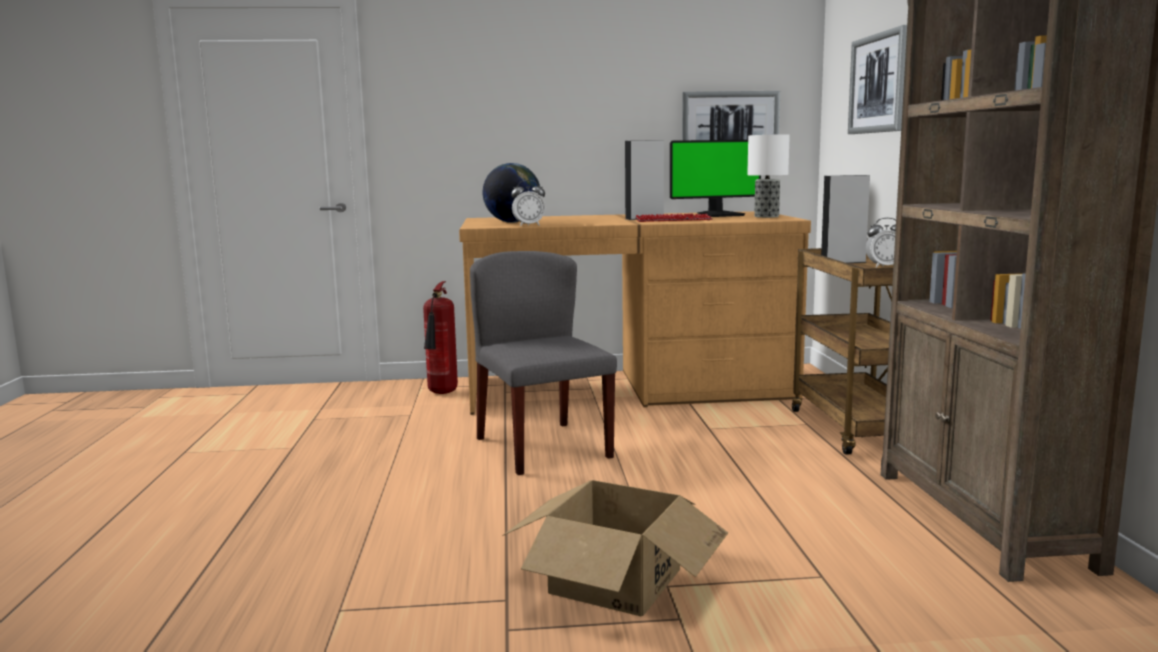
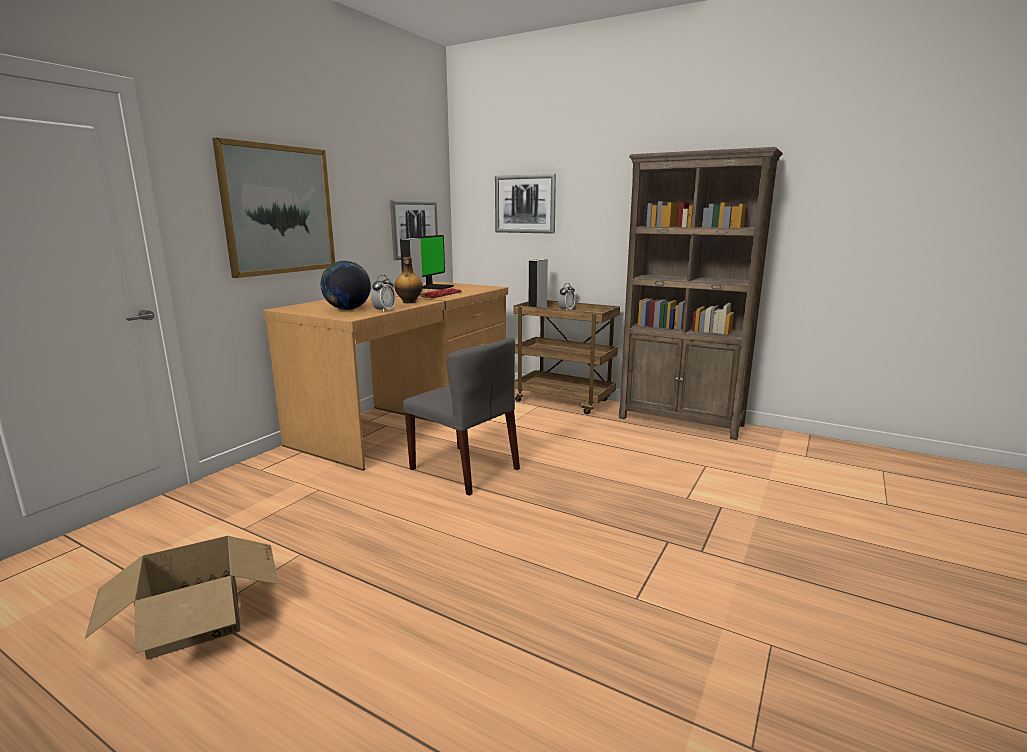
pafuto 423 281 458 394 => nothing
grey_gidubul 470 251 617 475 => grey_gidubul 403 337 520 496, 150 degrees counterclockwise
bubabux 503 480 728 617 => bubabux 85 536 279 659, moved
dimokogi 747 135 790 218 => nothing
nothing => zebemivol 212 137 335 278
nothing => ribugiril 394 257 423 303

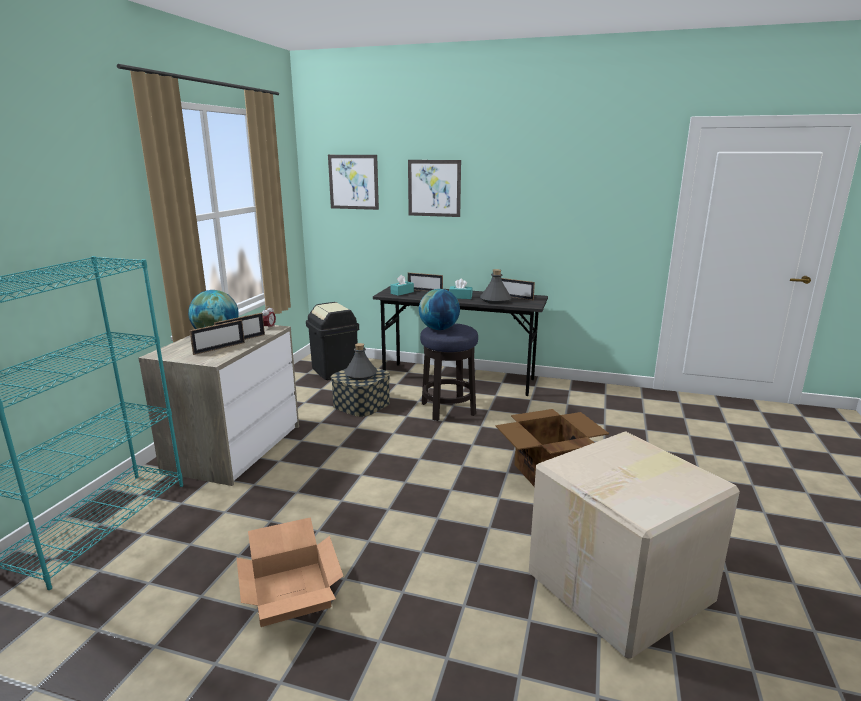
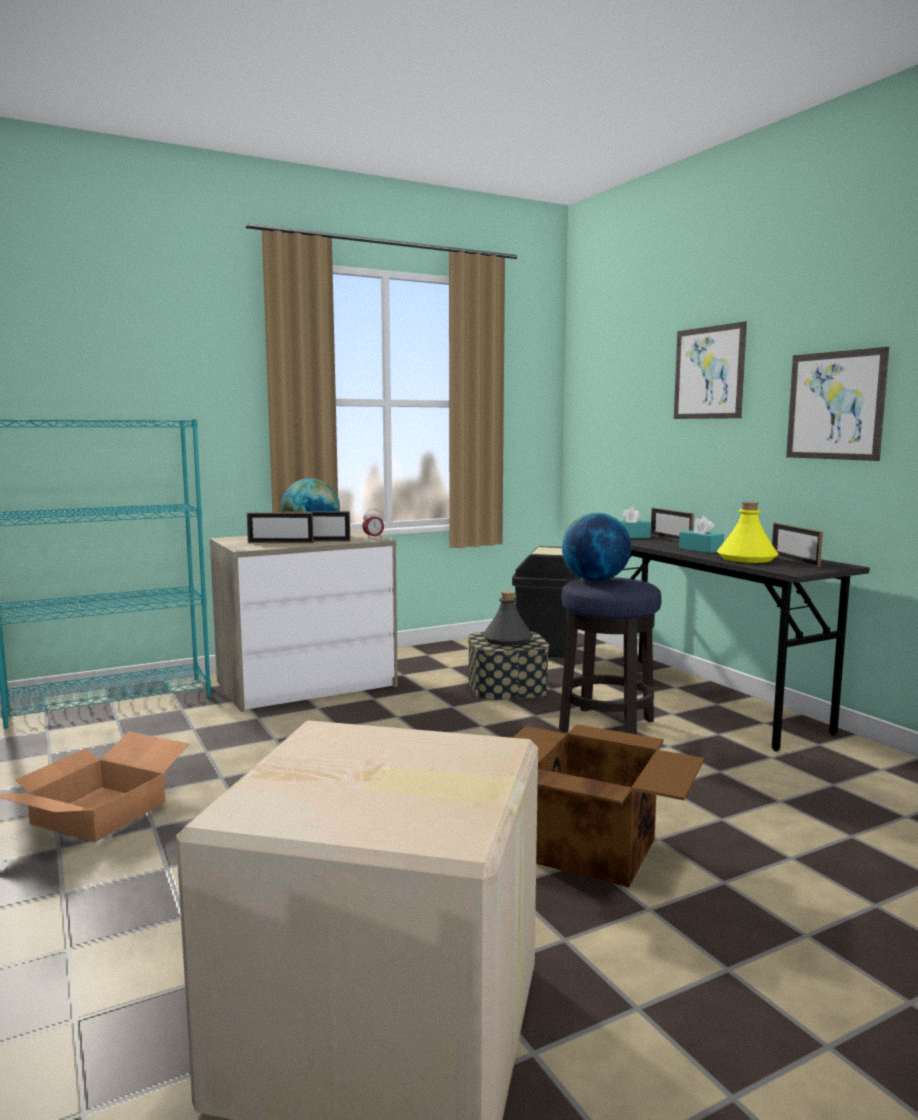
zebemivol 328 155 379 210 => zebemivol 786 347 889 461, moved
grey_ribugiril 480 269 512 304 => yellow_ribugiril 717 502 778 563

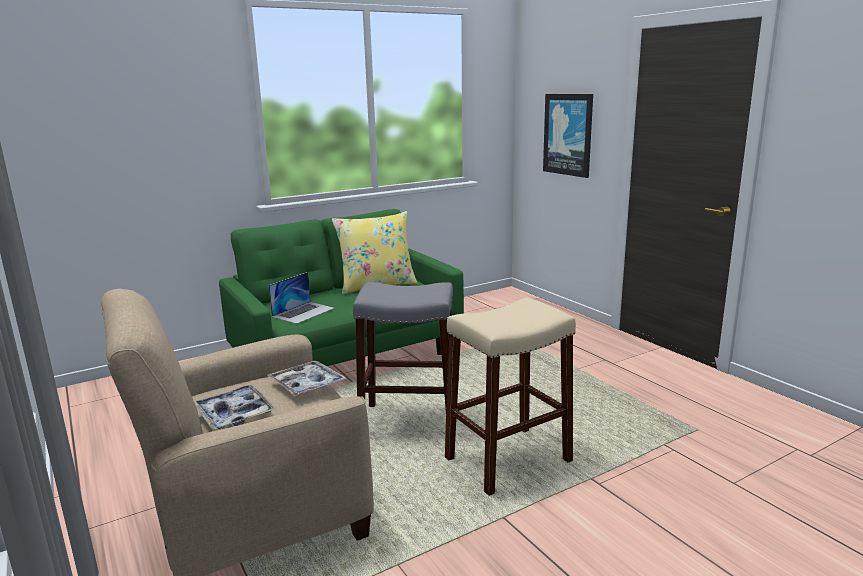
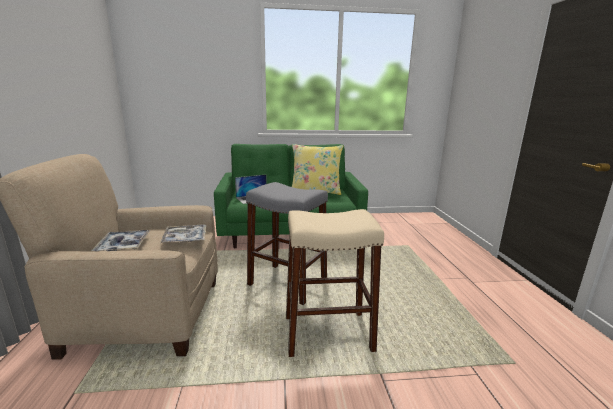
zebemivol 543 94 593 178 => nothing

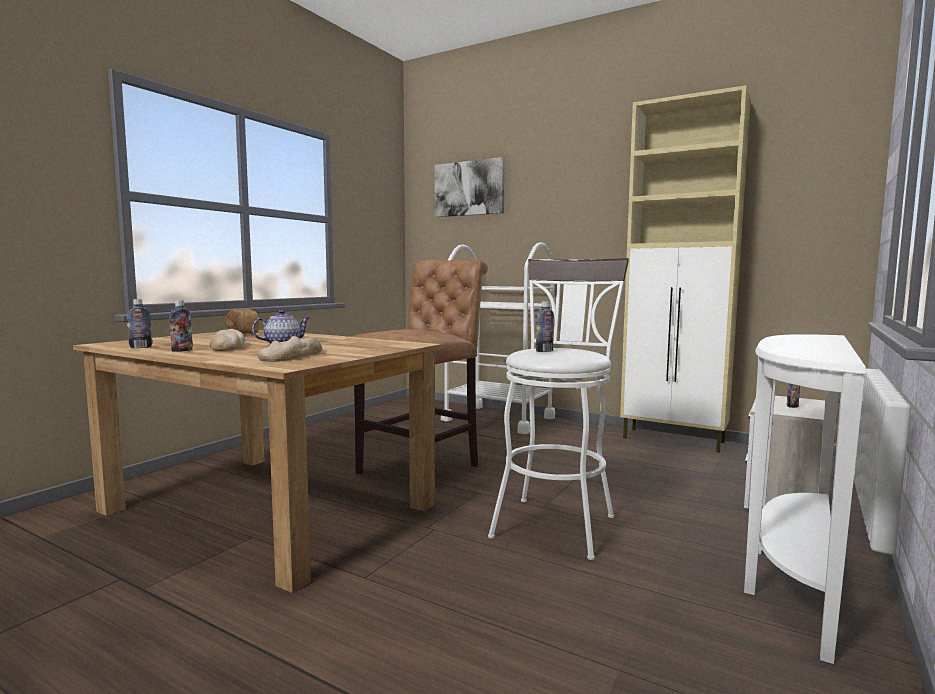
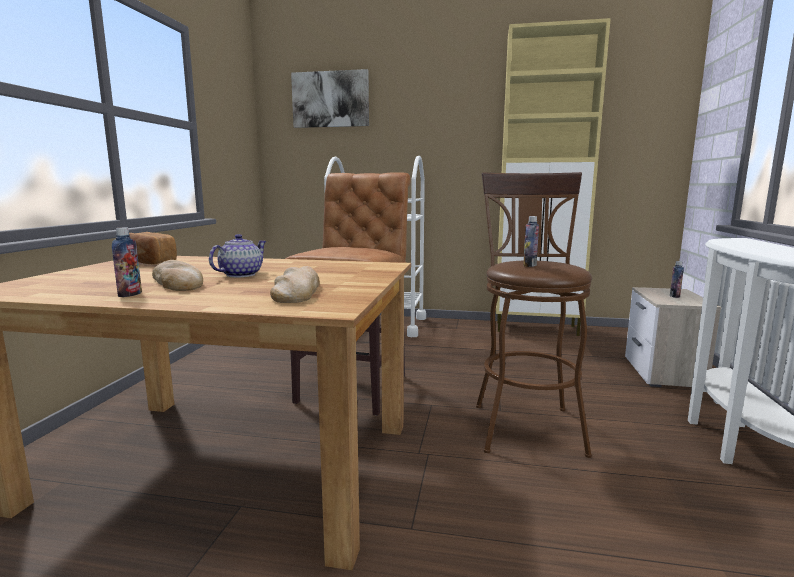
ribugiril 127 299 153 348 => nothing
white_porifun 488 258 629 560 => brown_porifun 476 172 592 458

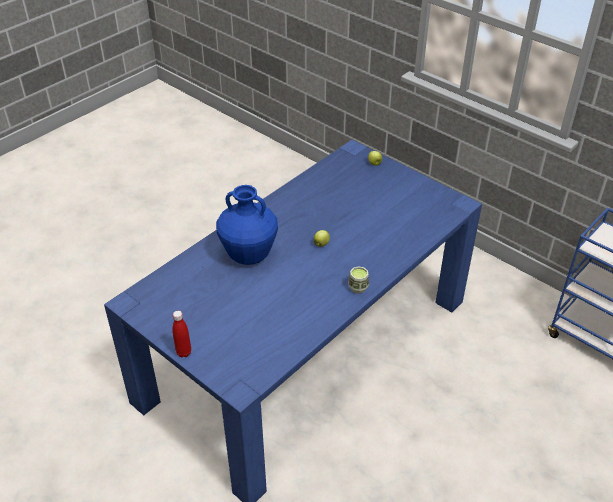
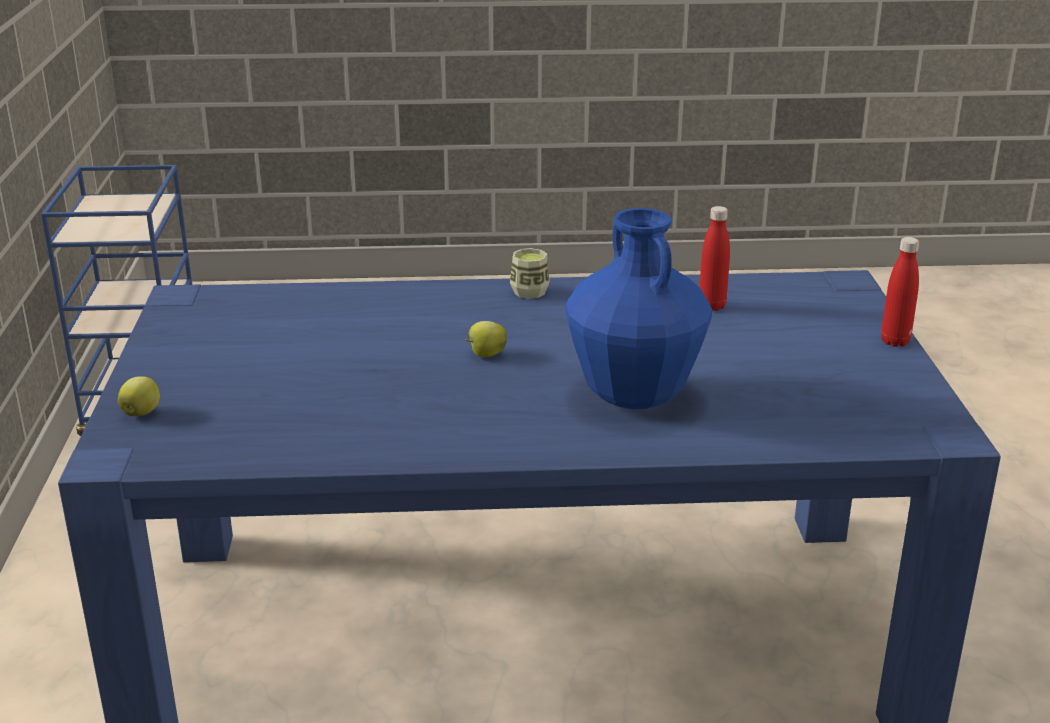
nothing => red_ribugiril 699 206 730 311

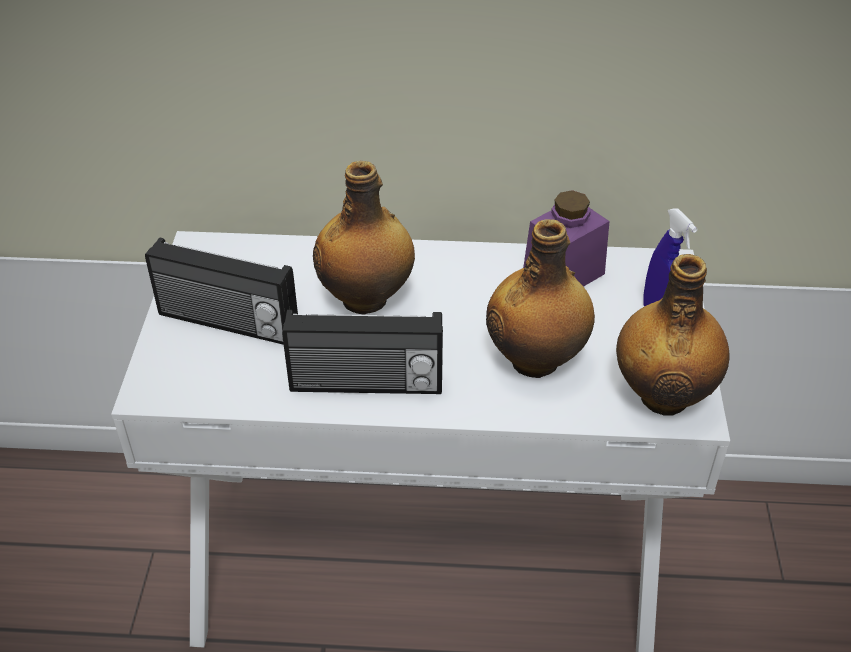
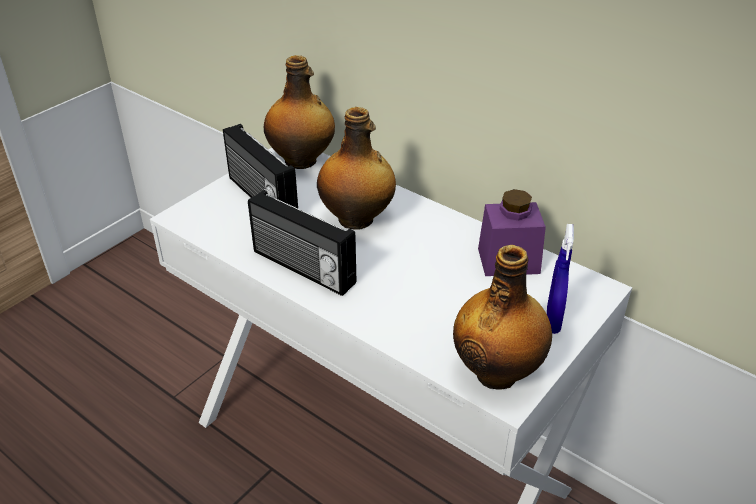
ribugiril 486 219 595 378 => ribugiril 264 55 335 169, moved

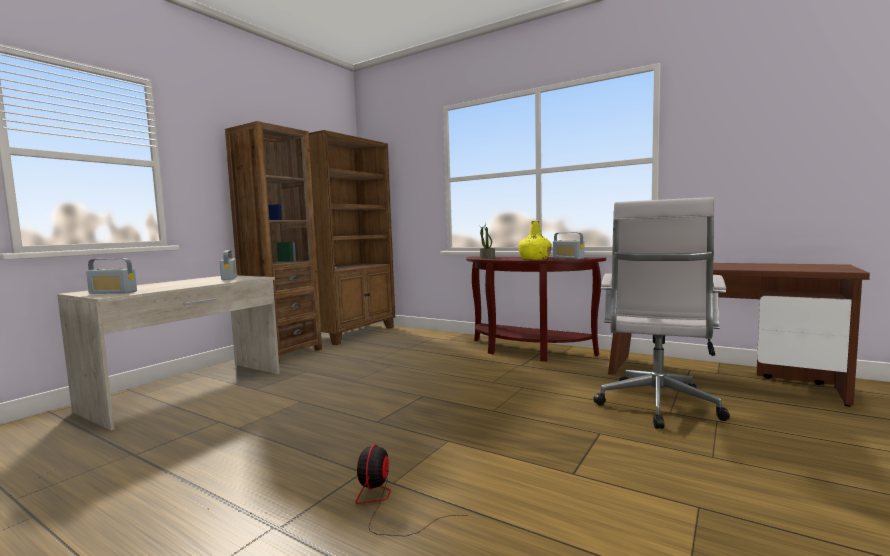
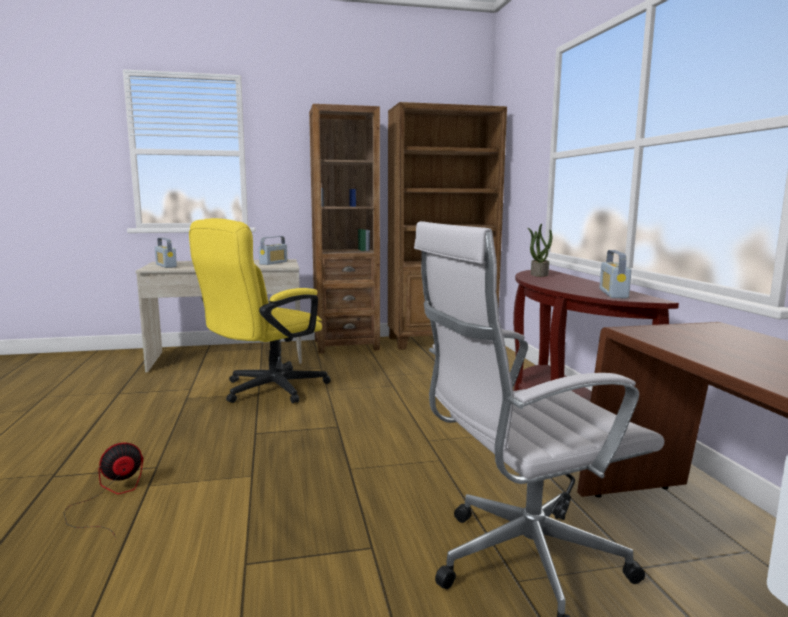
yellow_ribugiril 518 221 552 260 => nothing
nothing => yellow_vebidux 189 218 331 404

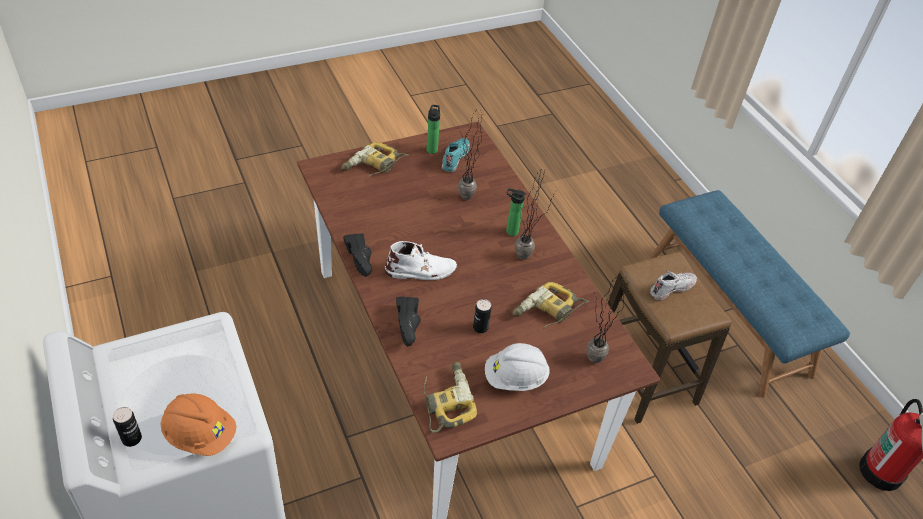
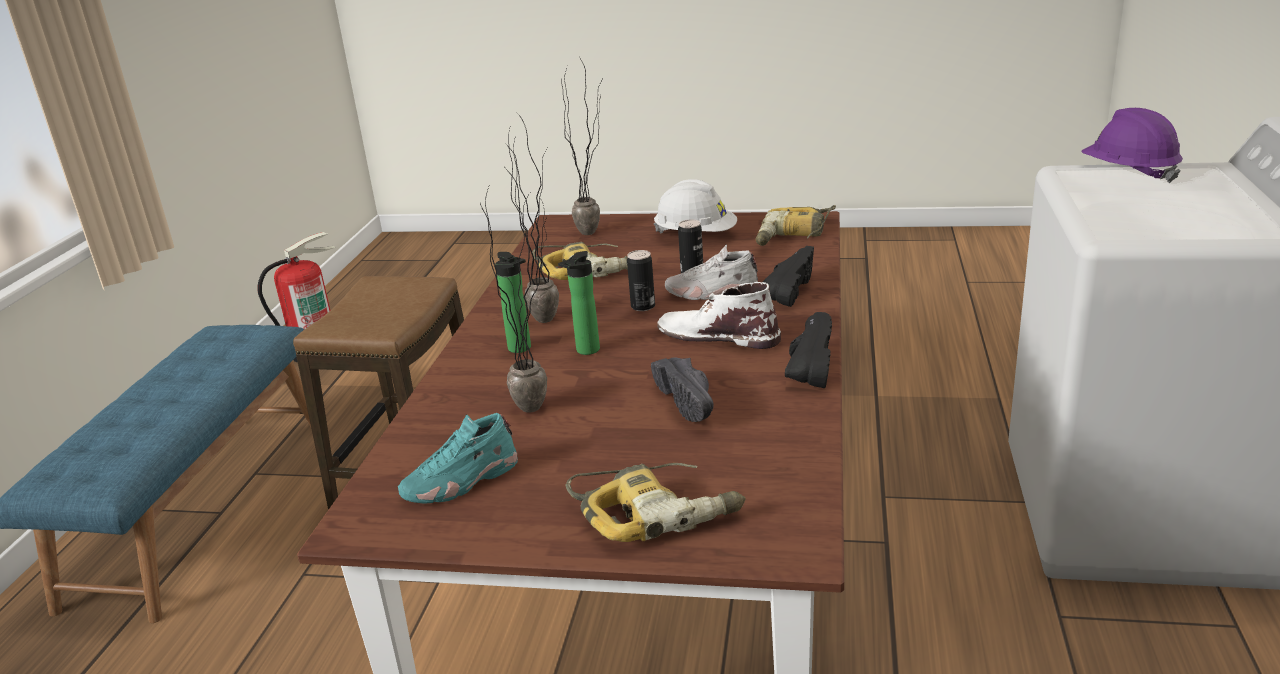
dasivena 113 407 142 447 => dasivena 627 250 655 311, moved
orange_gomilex 161 393 237 456 => purple_gomilex 1081 108 1183 183
ribugiril 426 105 440 154 => ribugiril 558 251 600 355, moved
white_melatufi 650 271 697 300 => white_melatufi 665 245 758 300, moved
nothing => black_melatufi 651 357 713 422

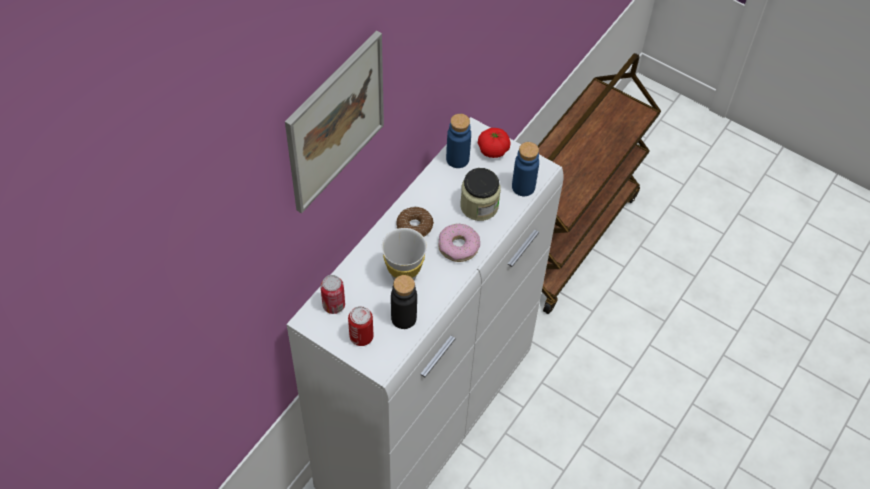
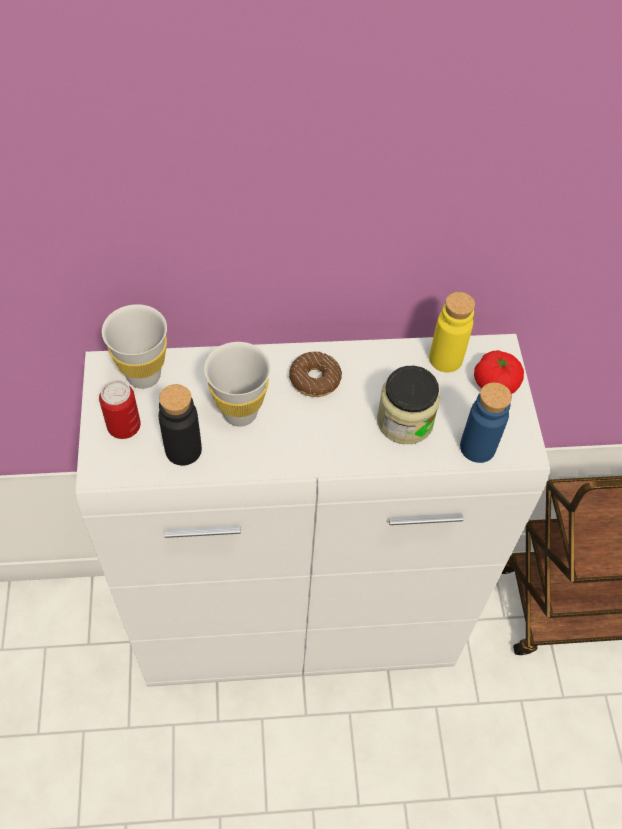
zebemivol 285 30 384 213 => nothing
dasivena 320 275 345 314 => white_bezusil 102 304 167 389
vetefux 438 224 480 262 => nothing
blue_ribugiril 446 114 471 168 => yellow_ribugiril 429 292 475 373

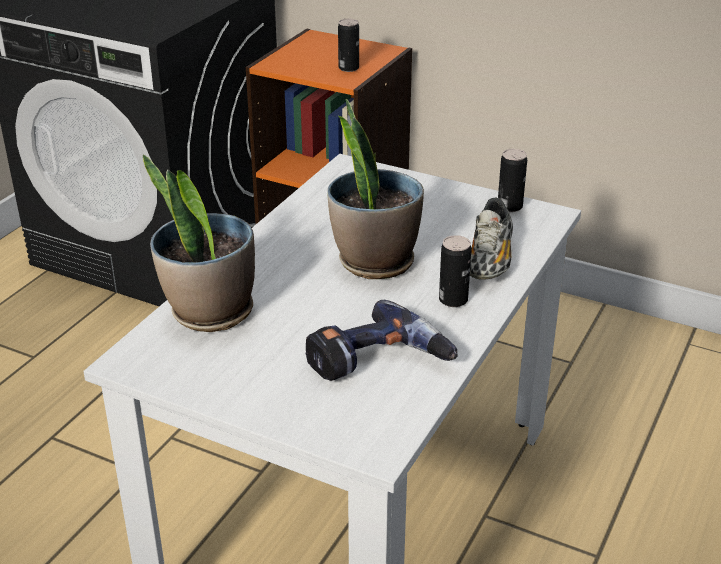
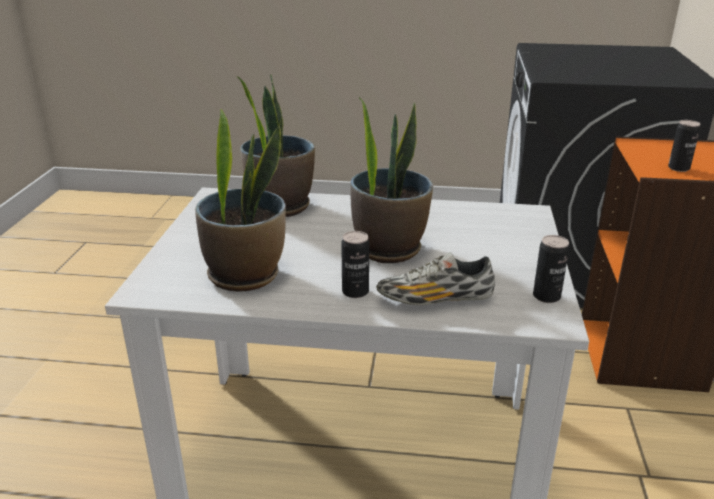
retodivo 306 300 458 381 => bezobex 195 109 286 292

